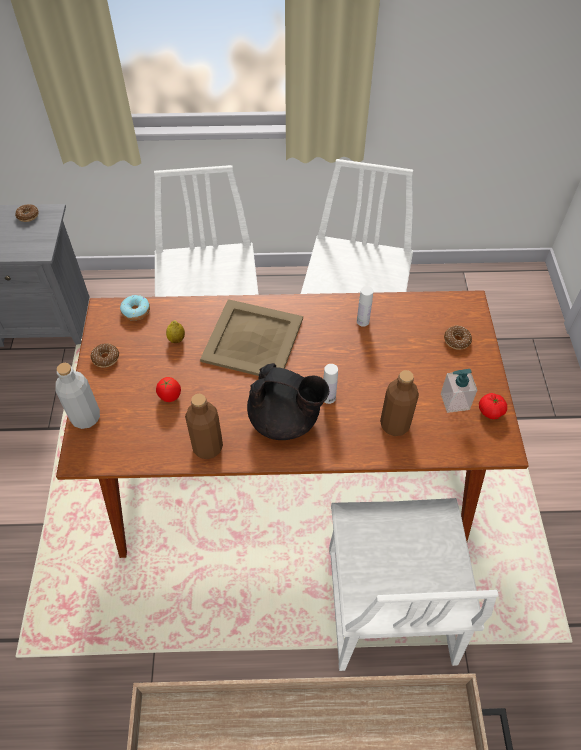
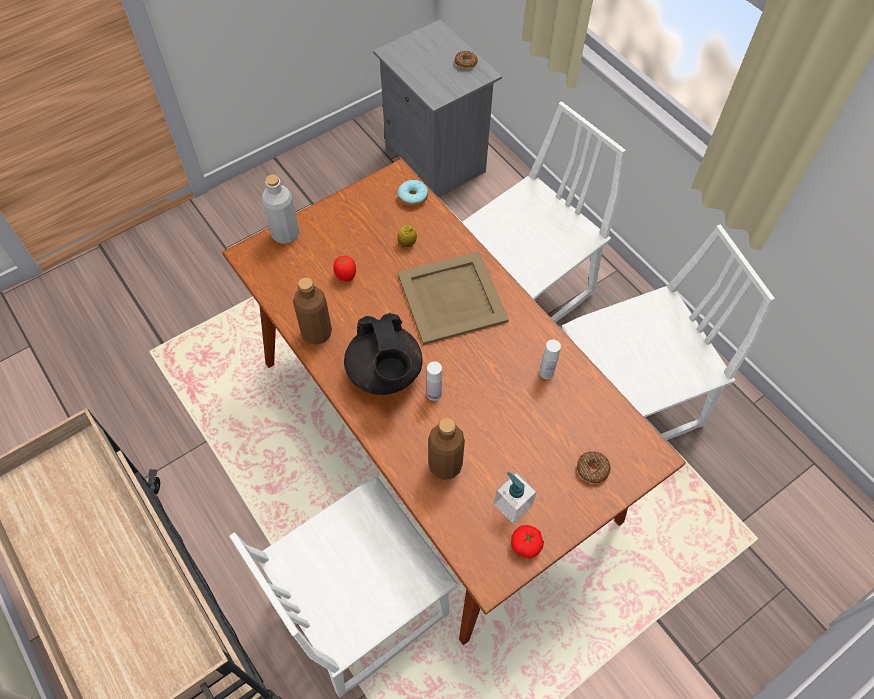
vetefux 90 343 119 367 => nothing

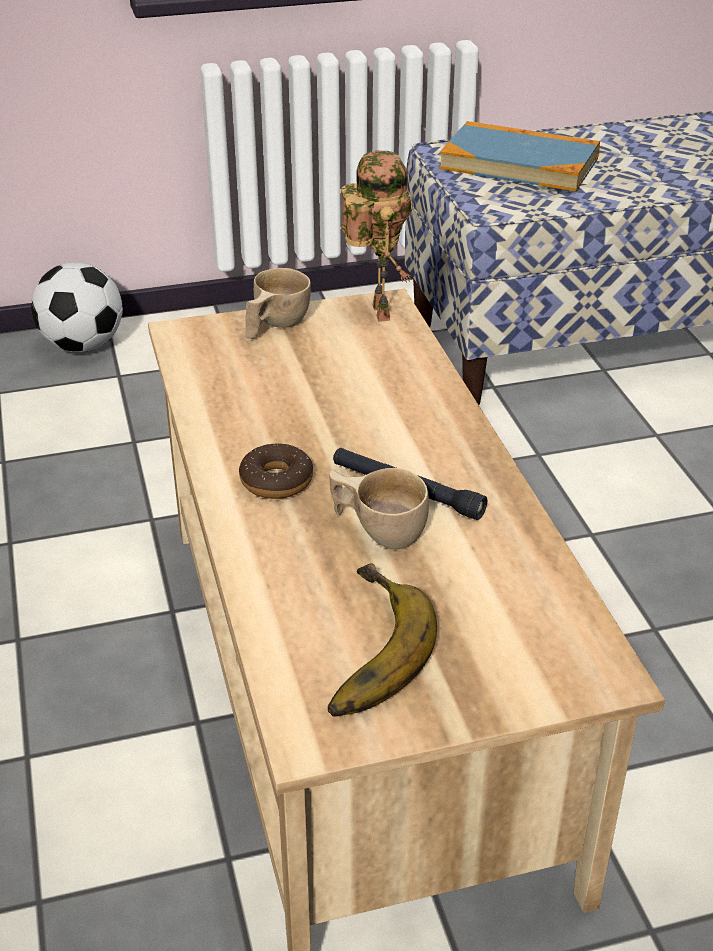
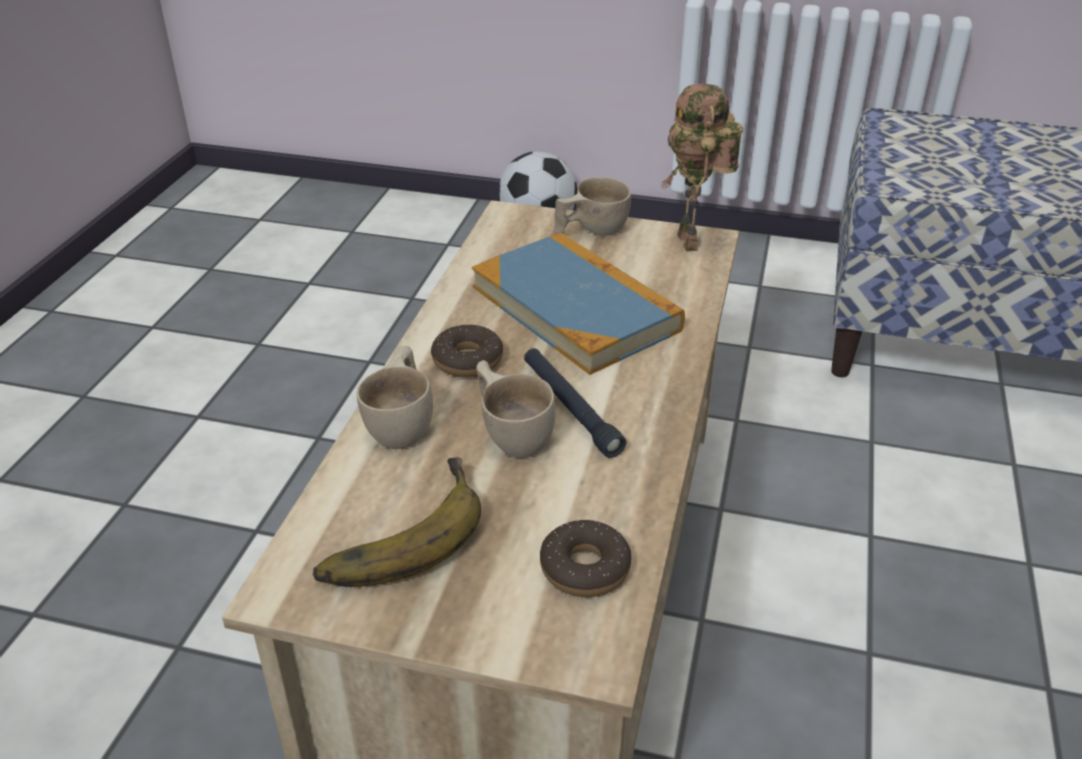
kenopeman 341 150 413 322 => kenopeman 661 84 743 252, 150 degrees clockwise
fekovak 439 121 600 191 => fekovak 472 232 685 375, moved
nothing => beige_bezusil 357 346 433 449
nothing => vetefux 540 520 631 597

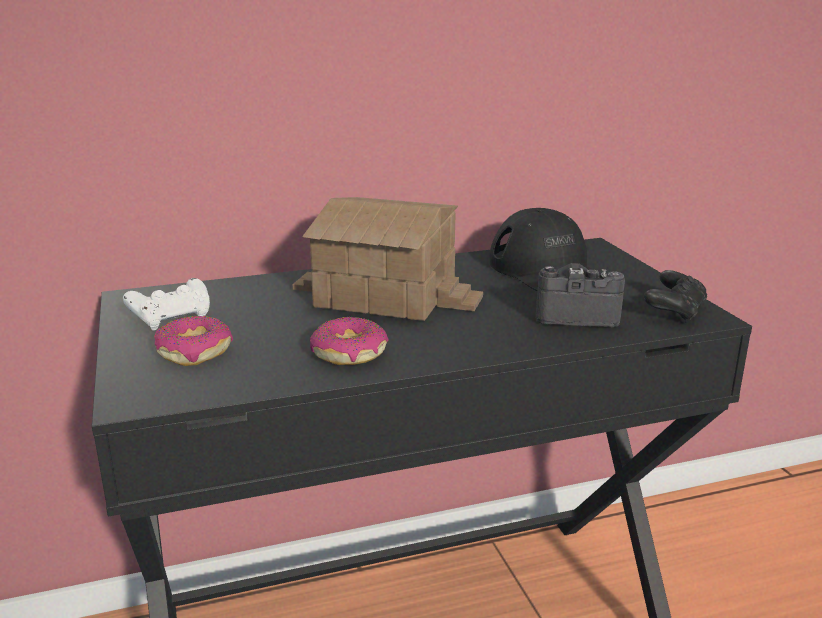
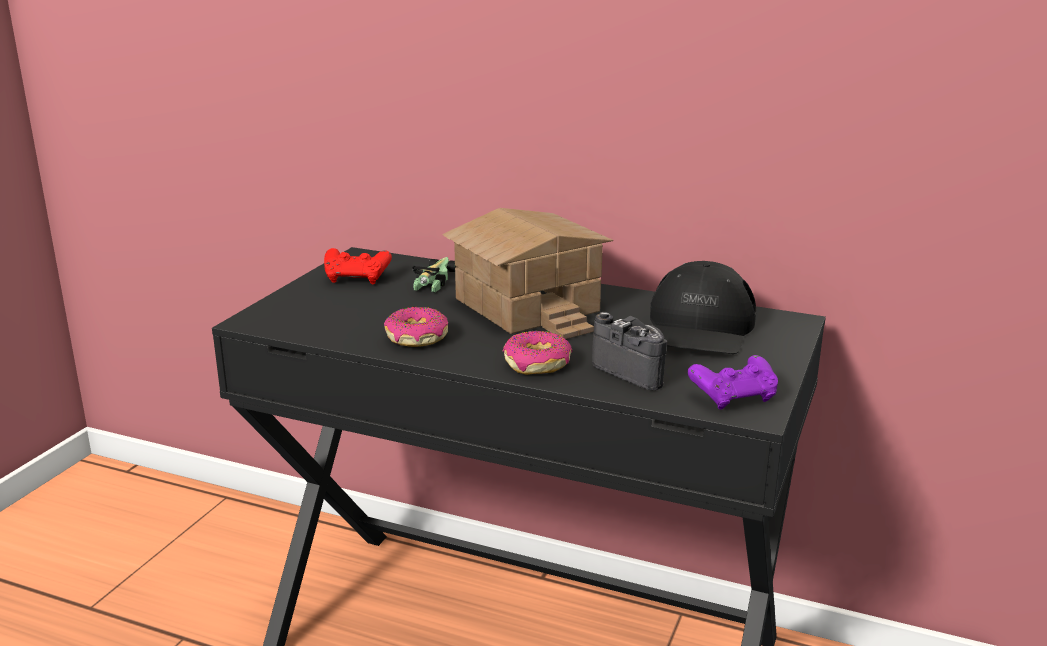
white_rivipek 123 278 210 331 => red_rivipek 324 248 392 284
vetefux 154 316 233 366 => vetefux 503 331 573 375, moved
black_rivipek 644 270 707 323 => purple_rivipek 688 355 778 410
nothing => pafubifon 412 257 456 292

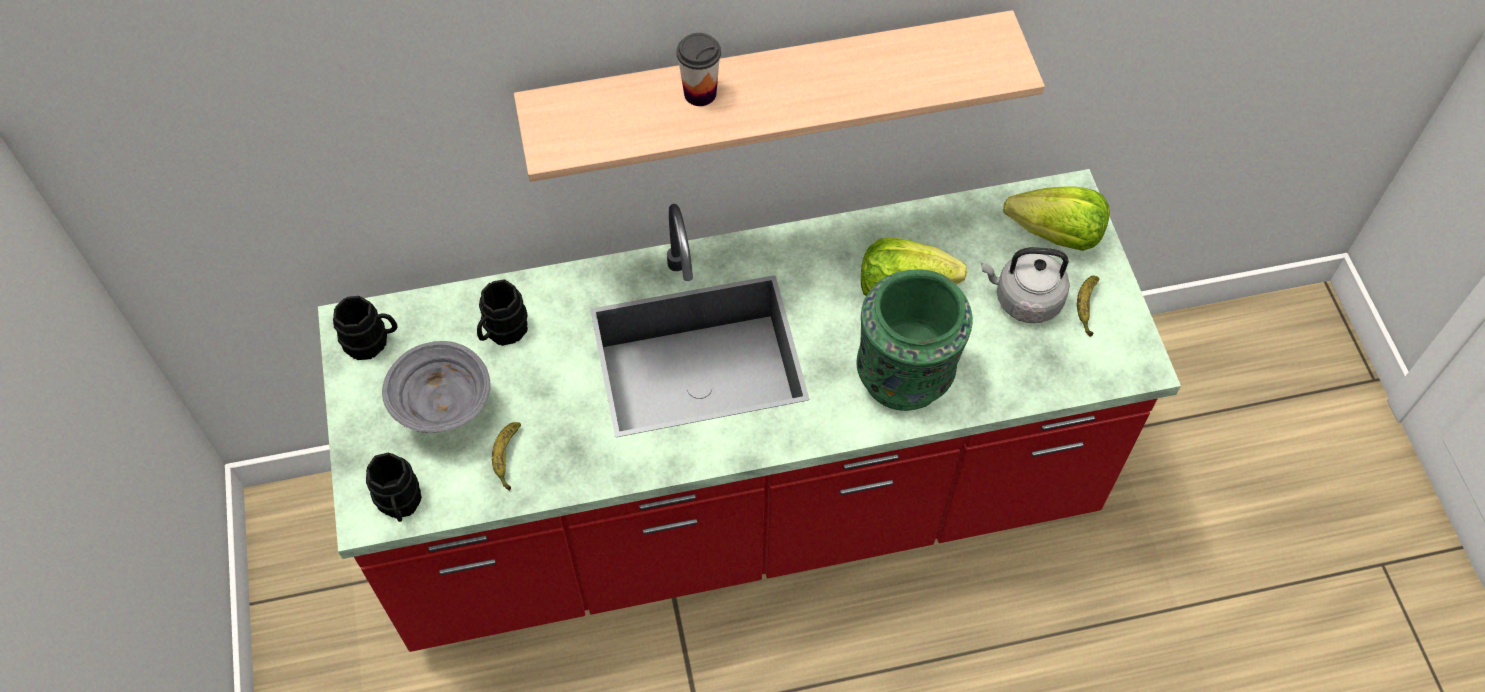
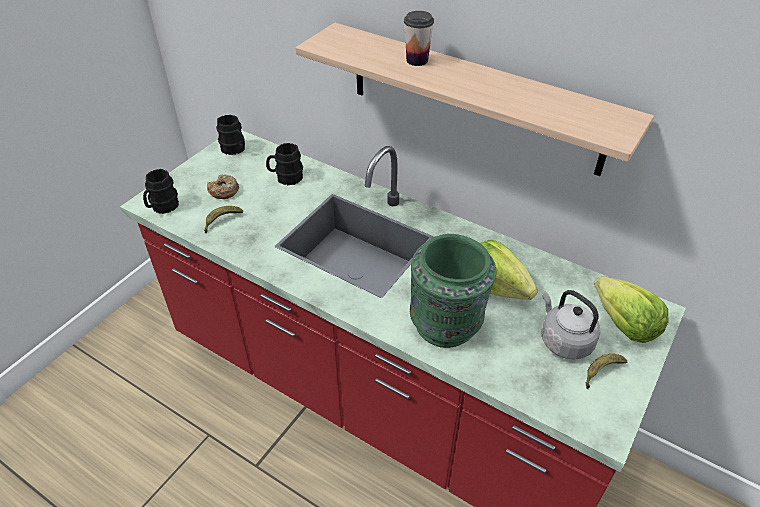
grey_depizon 382 341 491 433 => vetefux 207 175 239 199

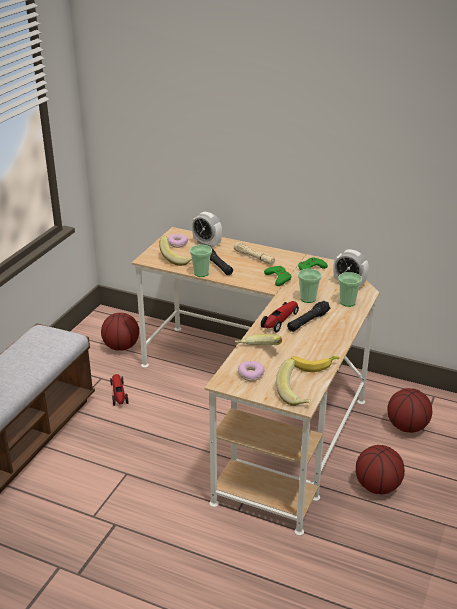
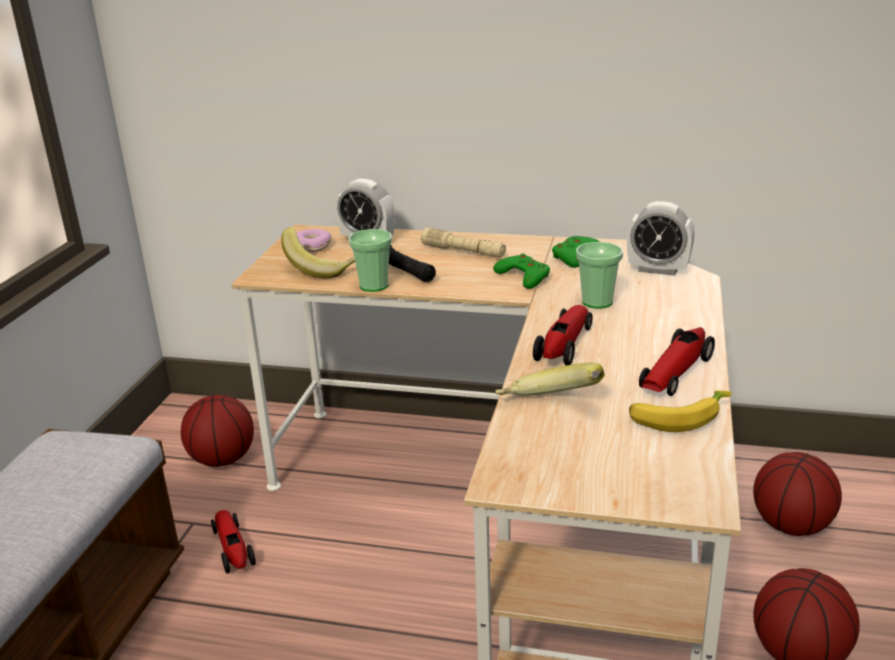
vetefux 238 361 265 381 => nothing
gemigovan 276 359 311 406 => nothing
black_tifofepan 287 301 330 332 => nothing
bezusil 338 272 362 307 => nothing
nothing => pafubifon 639 327 715 396

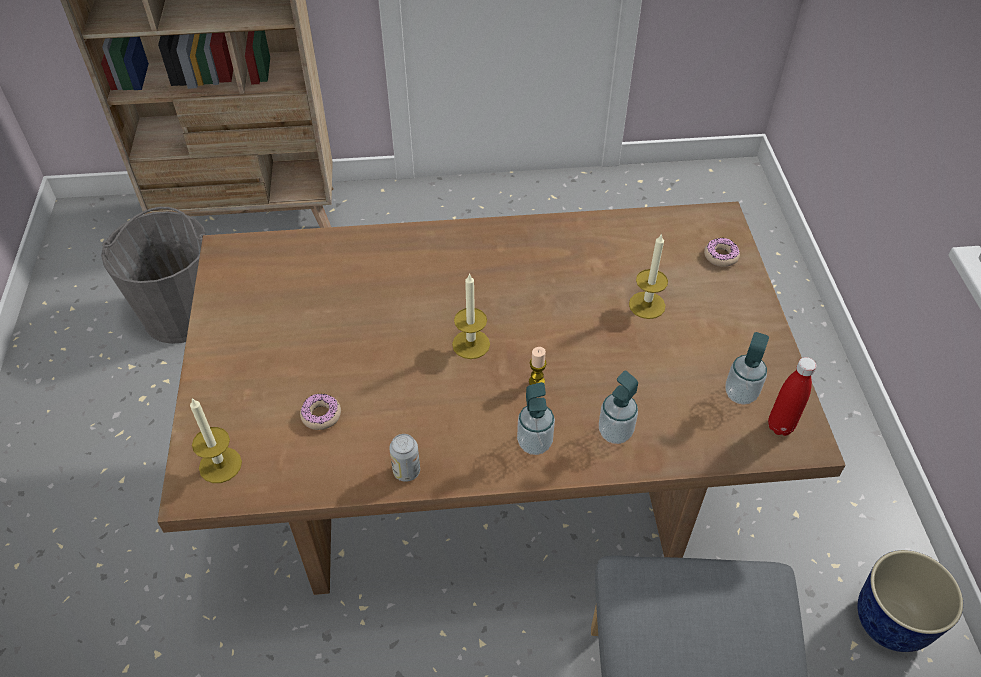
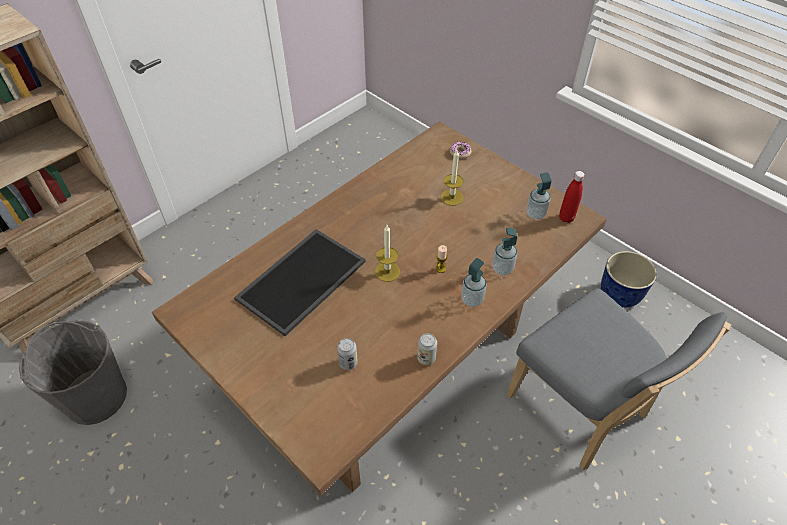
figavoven 190 398 242 483 => nothing
vetefux 300 393 341 430 => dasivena 337 338 358 370
nothing => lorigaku 234 229 366 336

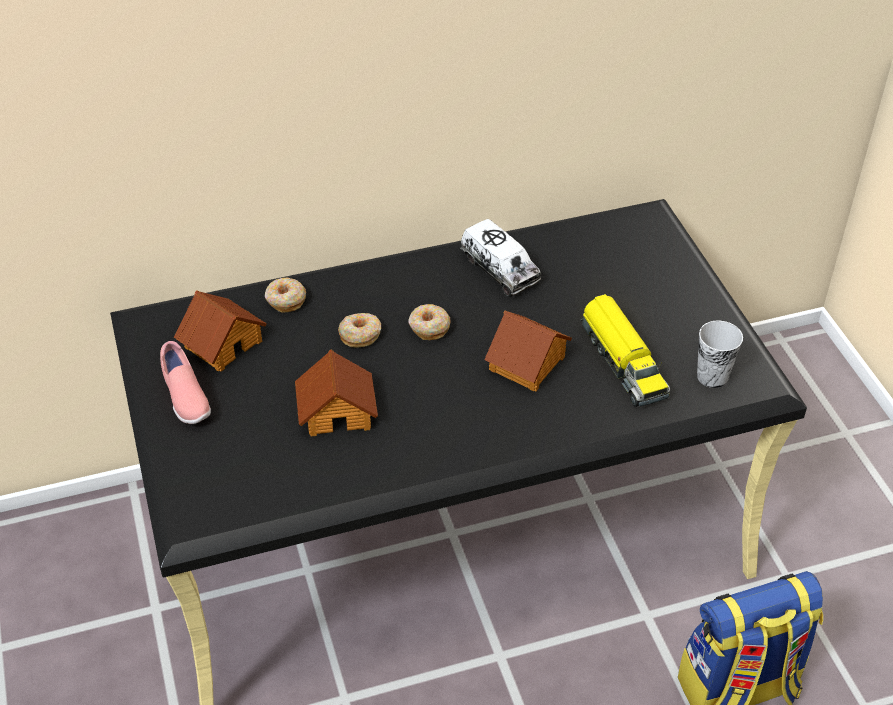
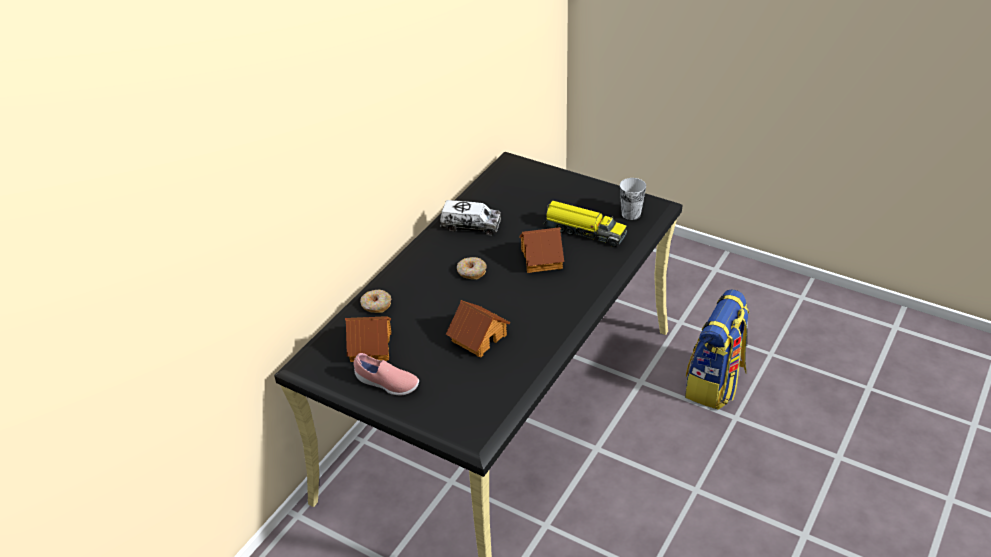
vetefux 338 313 381 348 => nothing

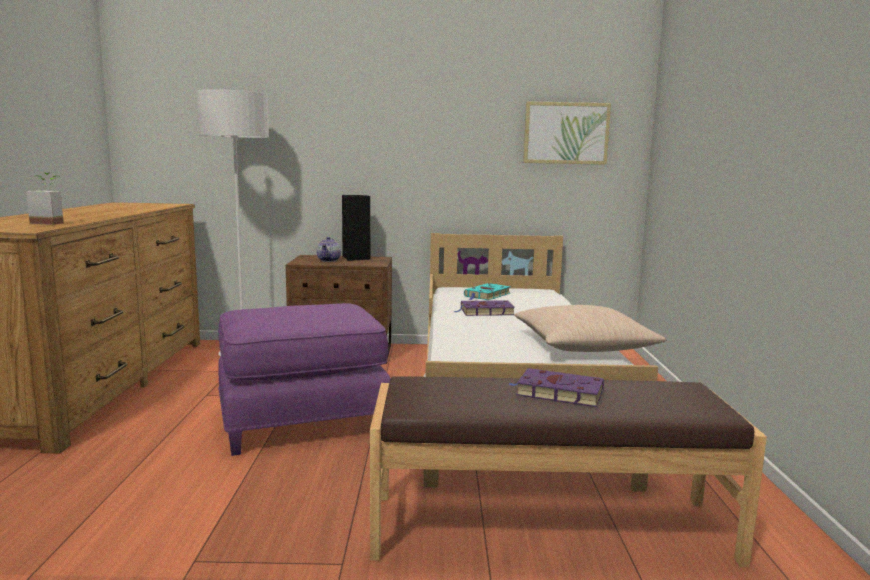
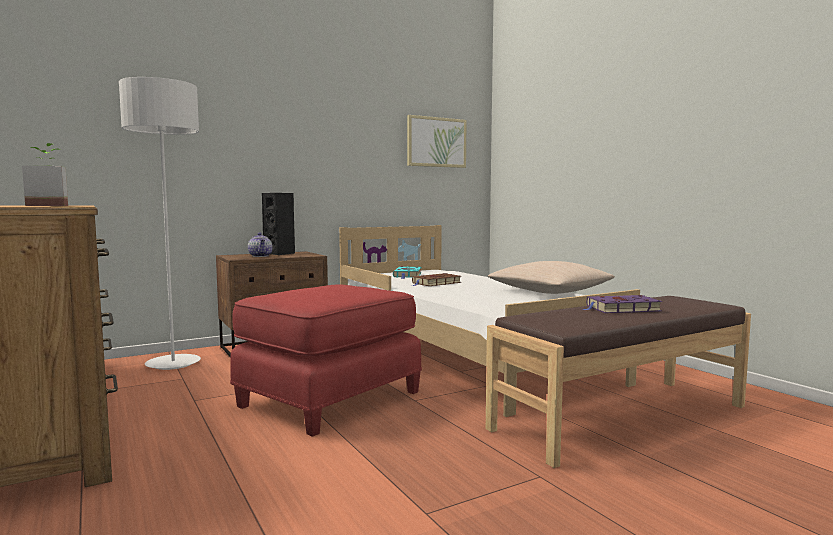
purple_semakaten 218 303 391 456 => red_semakaten 230 284 422 437
purple_fekovak 453 300 515 316 => brown_fekovak 412 273 461 286

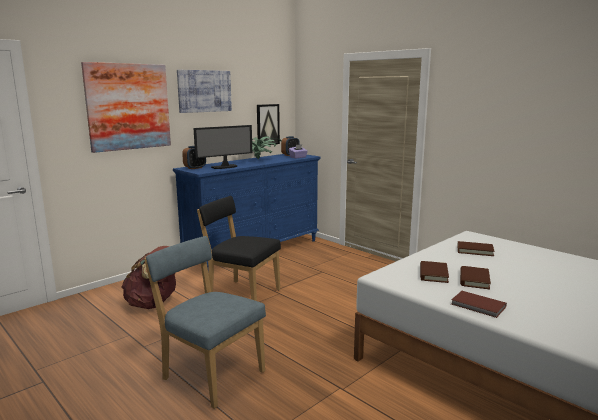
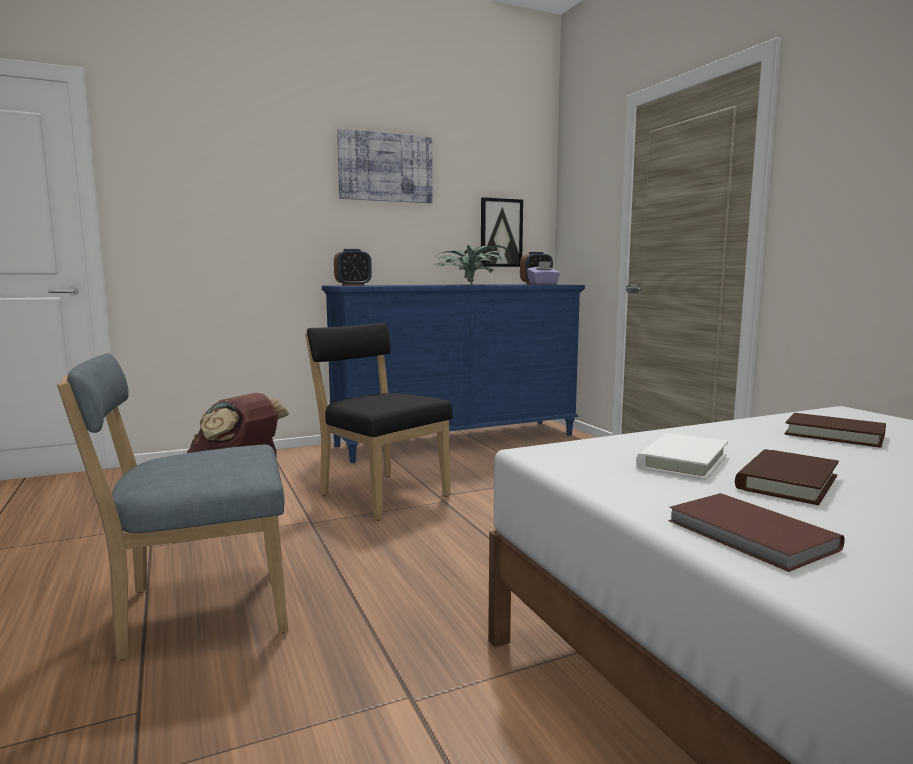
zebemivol 81 62 171 153 => nothing
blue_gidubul 144 236 266 409 => blue_gidubul 57 353 288 661, 75 degrees counterclockwise
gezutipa 194 125 252 169 => nothing
brown_fekovak 420 261 449 283 => white_fekovak 636 433 728 480

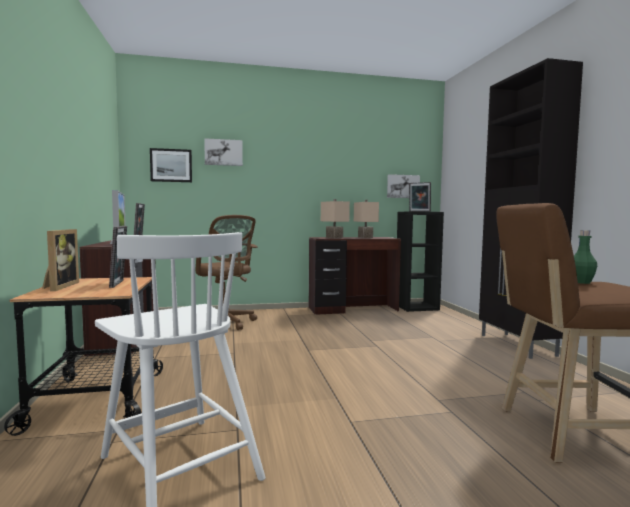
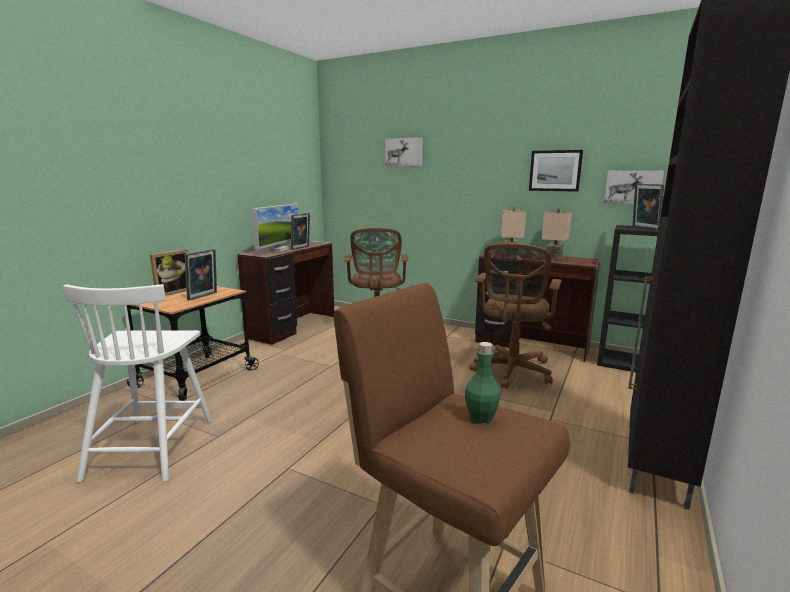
zebemivol 150 148 192 182 => zebemivol 529 150 583 192, moved
nothing => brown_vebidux 470 243 562 389

